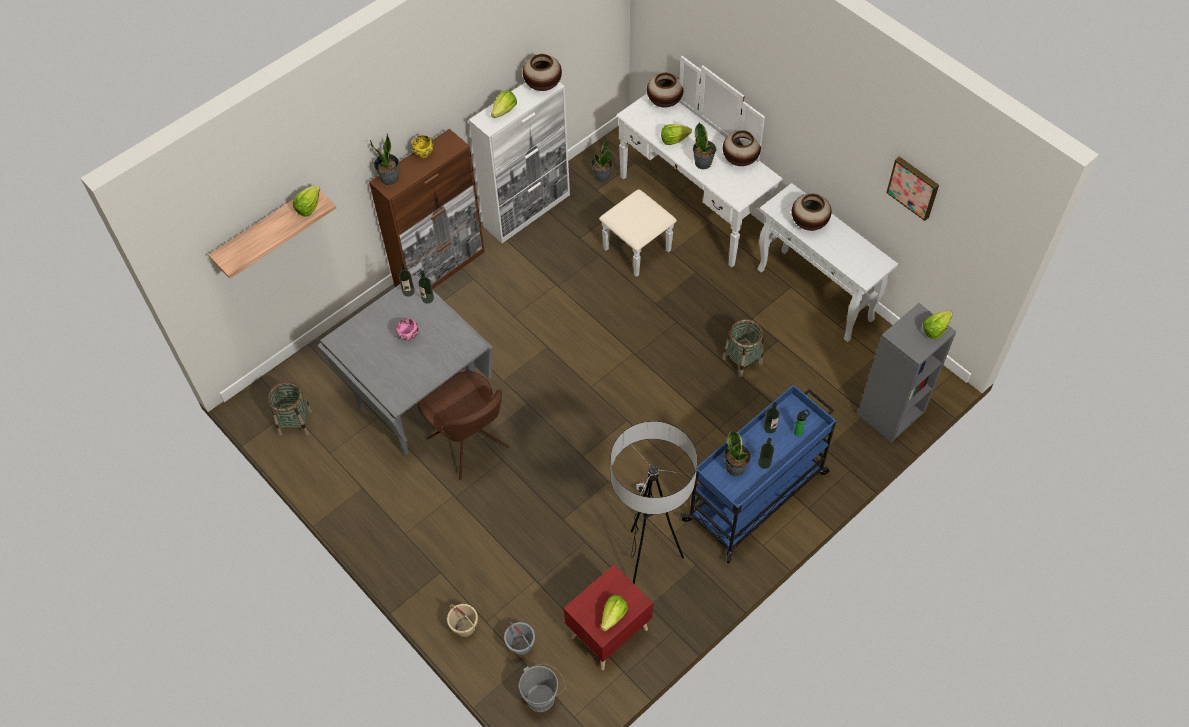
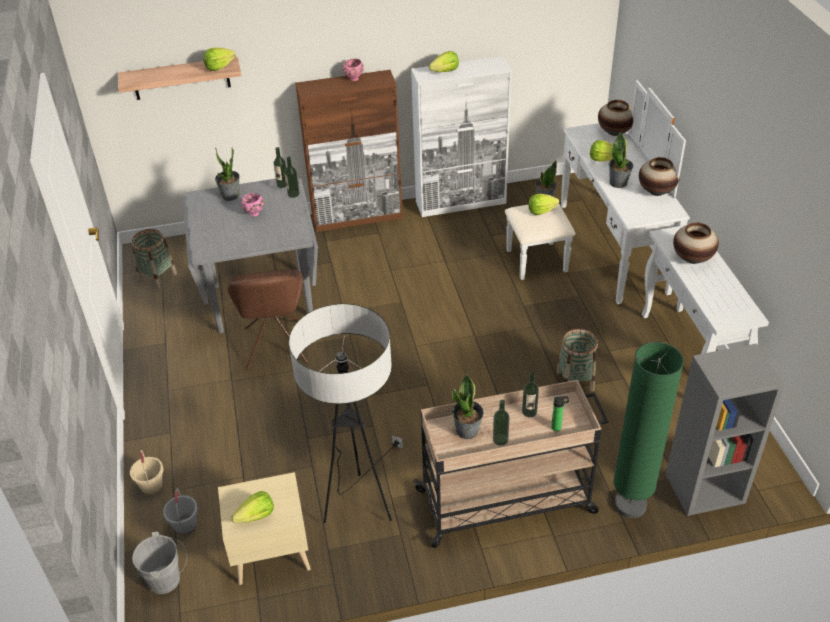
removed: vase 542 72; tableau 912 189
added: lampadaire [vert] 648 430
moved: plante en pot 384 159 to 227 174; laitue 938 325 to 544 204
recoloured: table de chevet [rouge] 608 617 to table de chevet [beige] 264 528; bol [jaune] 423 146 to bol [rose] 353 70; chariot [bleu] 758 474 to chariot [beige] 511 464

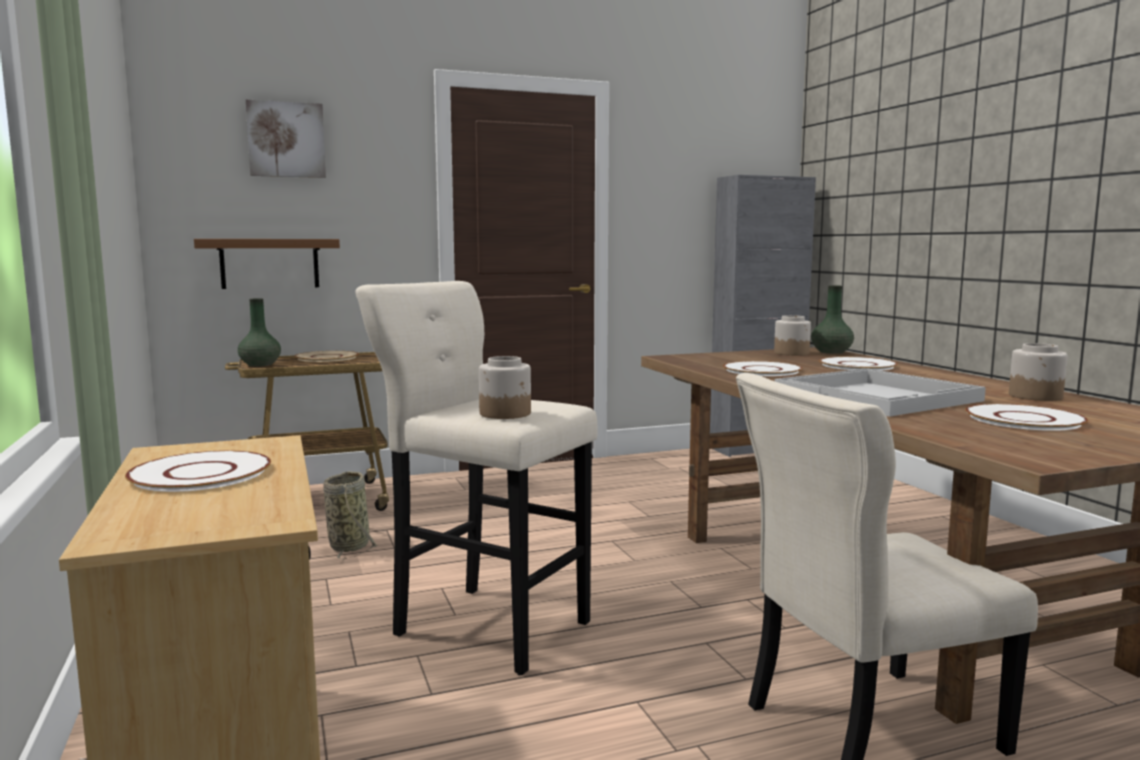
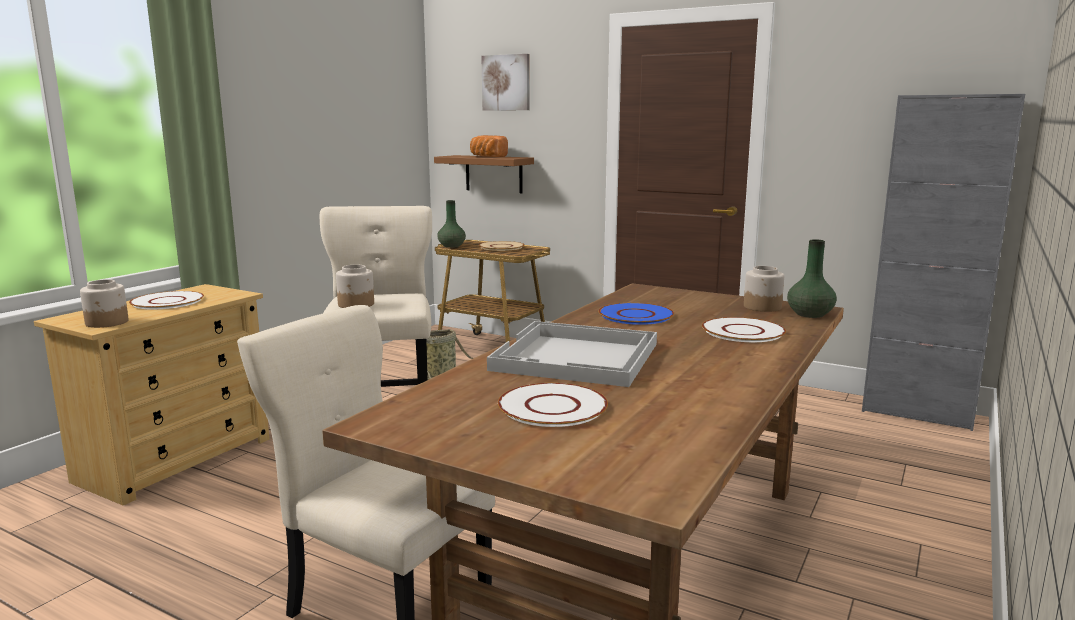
added: pain 489 146
moved: bocal 1038 372 to 104 303
recoloured: assiette [blanc] 763 368 to assiette [bleu] 636 314

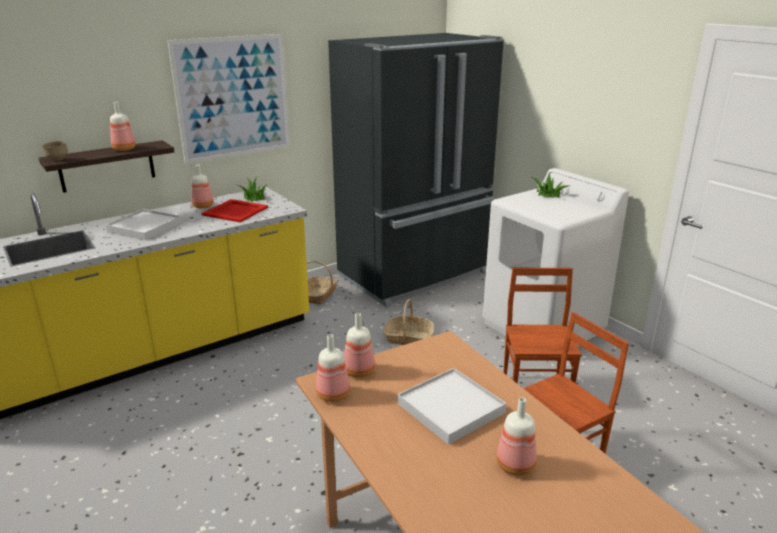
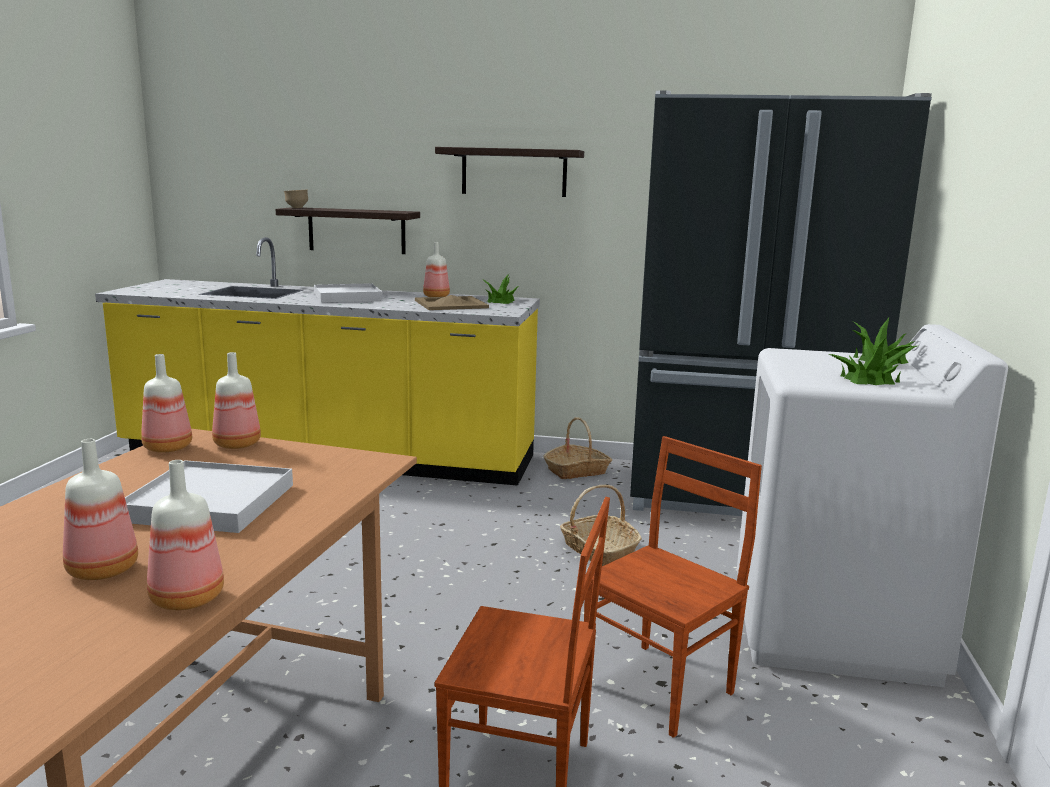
added: plante en pot 873 361
moved: bouteille 123 126 to 185 535
replaced: tableau 228 99 to étagère 509 172
recoloured: plateau [rouge] 235 210 to plateau [beige] 452 302

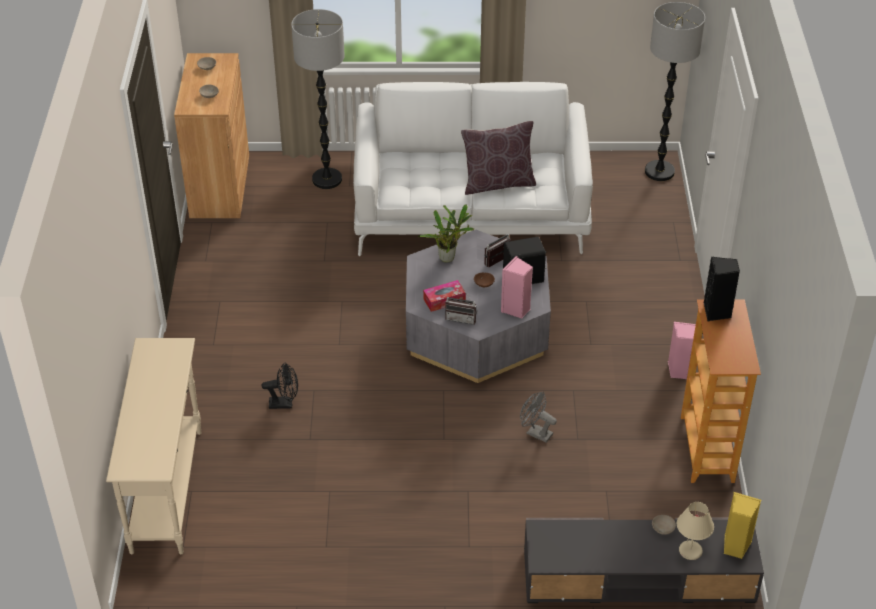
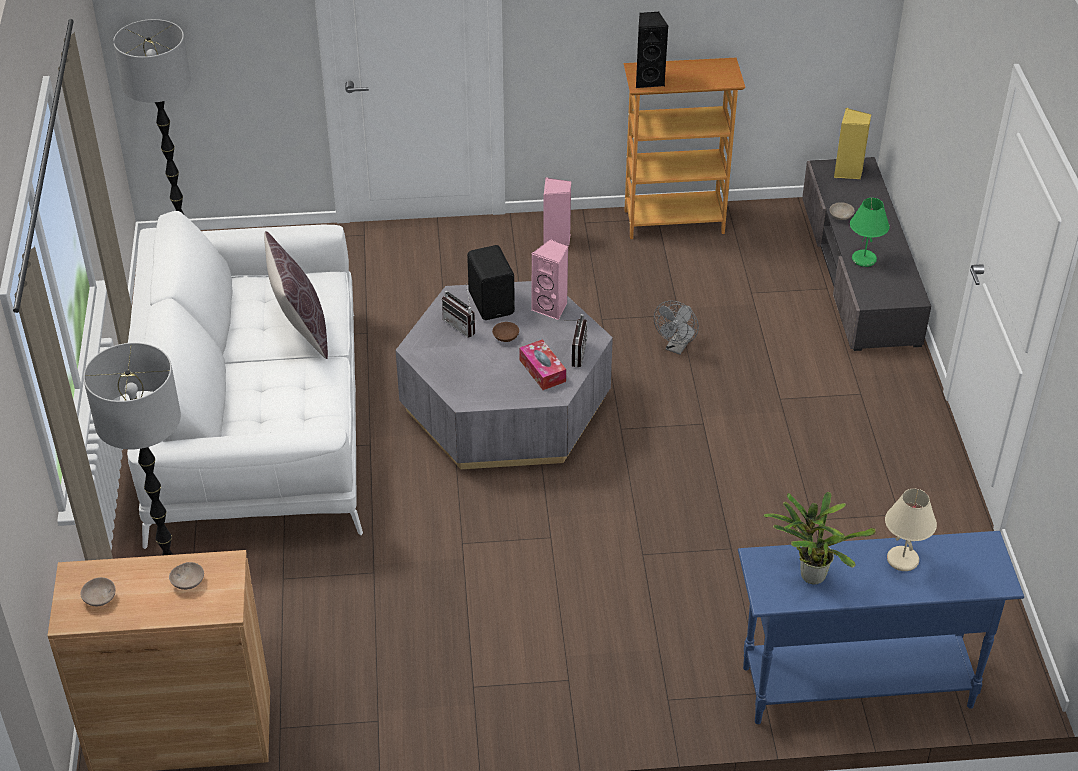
removed: ventilateur [noir] 280 386
added: lampe de table [vert] 870 232
moved: plante en pot 446 233 to 819 538; lampe de table [beige] 695 531 to 911 530
recoloured: table console [beige] 154 446 to table console [bleu] 881 627

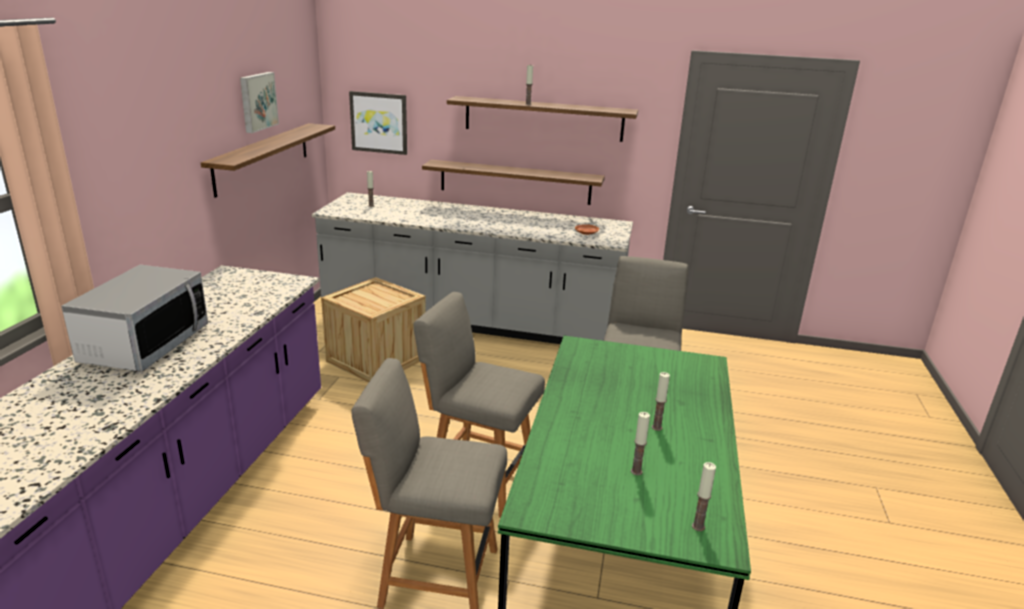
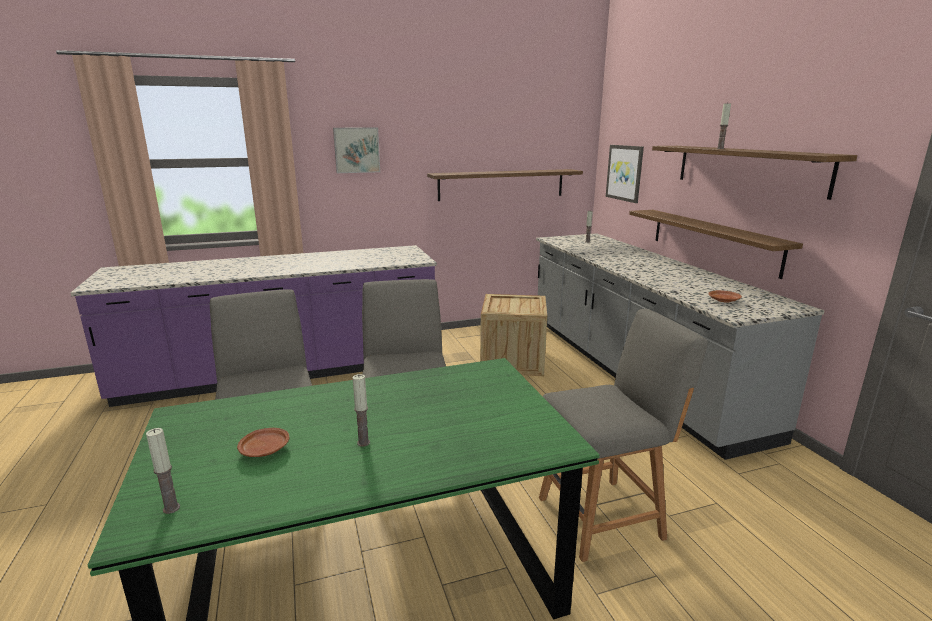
removed: micro-ondes 134 318
moved: tableau 259 102 to 356 150
replaced: bougie 640 443 to assiette [marron] 263 442

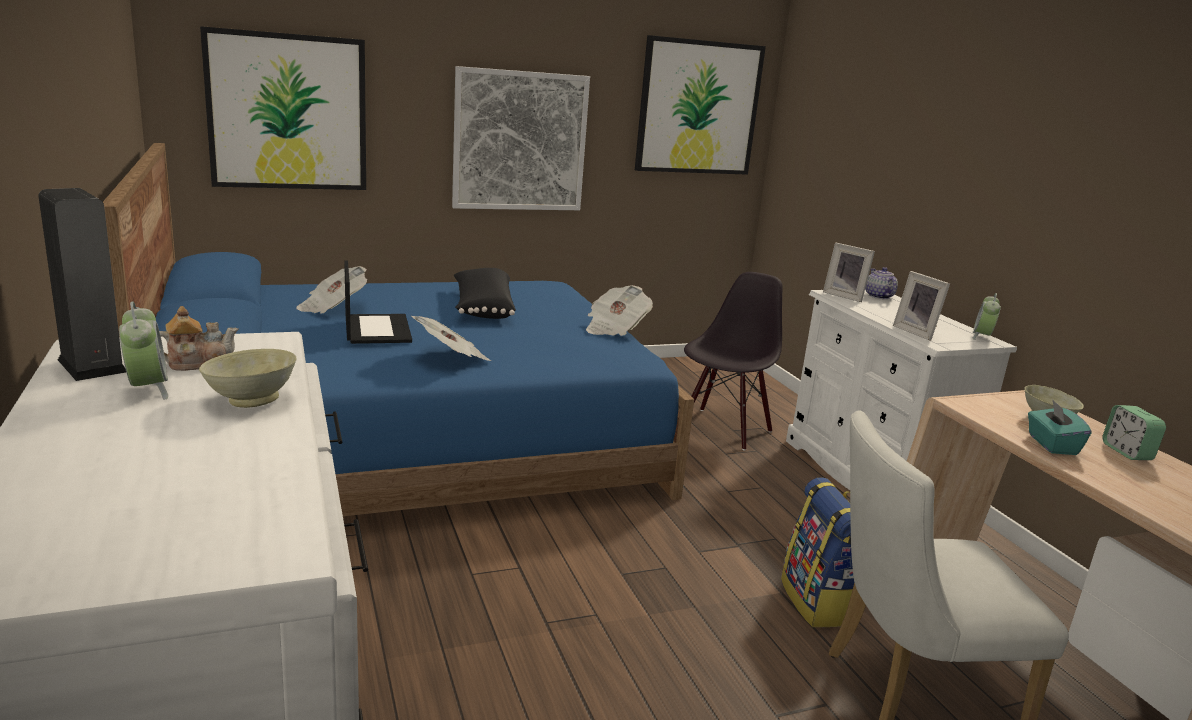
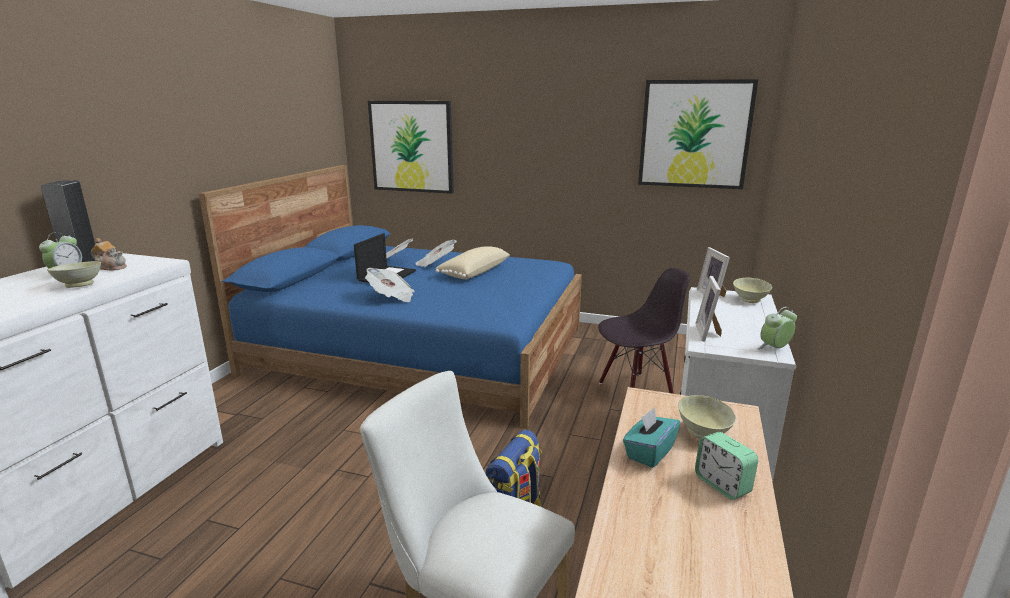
removed: tableau 521 138
moved: journal 619 310 to 436 253
replaced: théière 881 283 to bol [beige] 752 290
recoloured: coussin [noir] 485 293 to coussin [beige] 472 262
turned: réveil 1134 432 = 726 466 60 degrees counterclockwise

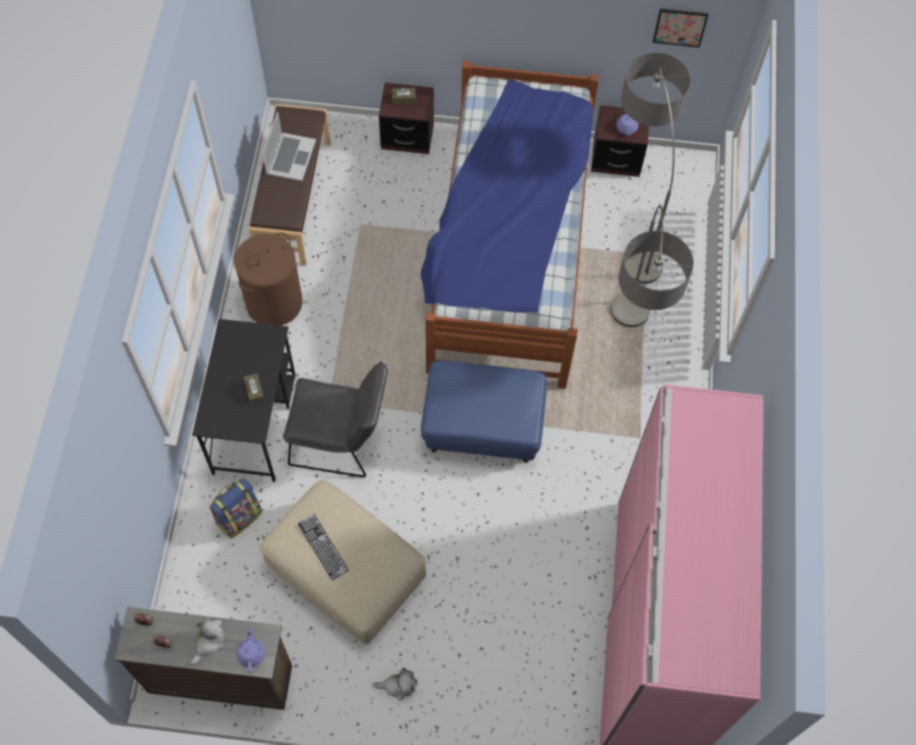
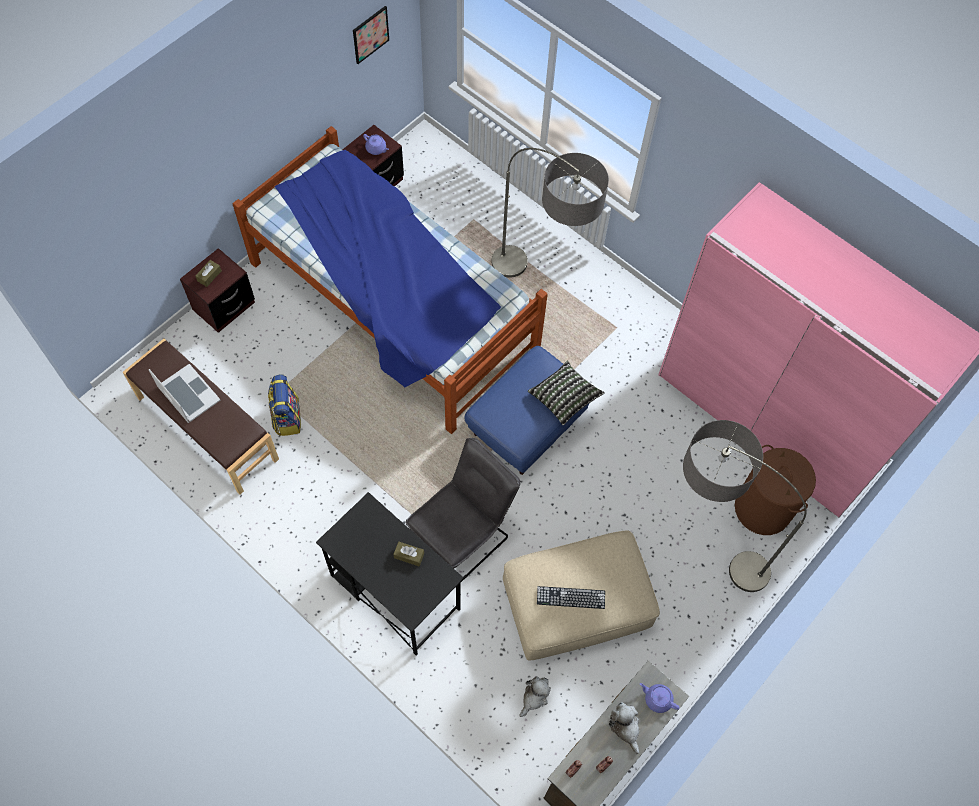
added: coussin 566 392
moved: sac à dos 235 508 to 284 405; peluche 395 684 to 535 696; lampadaire 656 168 to 745 506; panier à linge [marron] 268 279 to 775 490

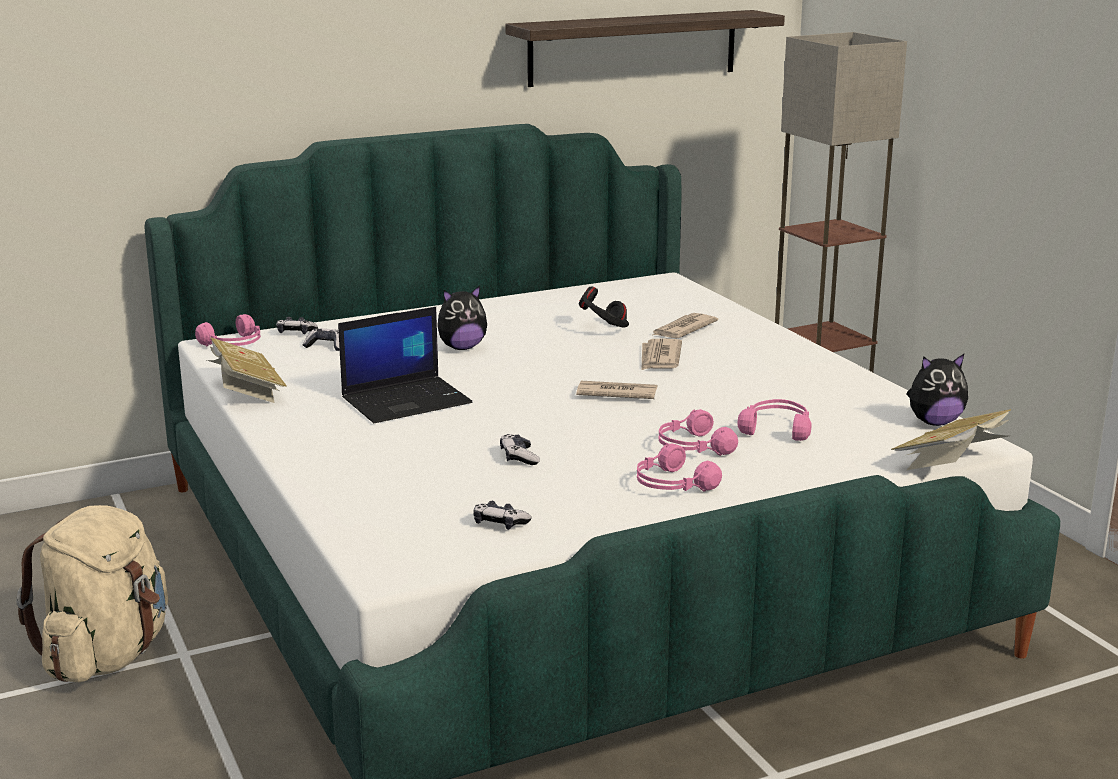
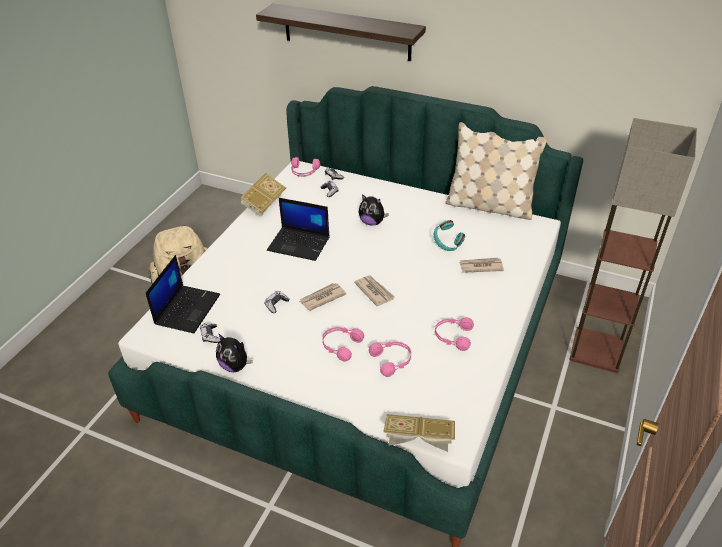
added: ordinateur portable 183 294; coussin [beige] 496 171
moved: peluche 937 390 to 234 353; étagère 645 48 to 341 32; journal 662 354 to 322 297; casque audio [rose] 679 467 to 454 334
recoloured: casque audio [noir] 604 307 to casque audio [turquoise] 449 235

